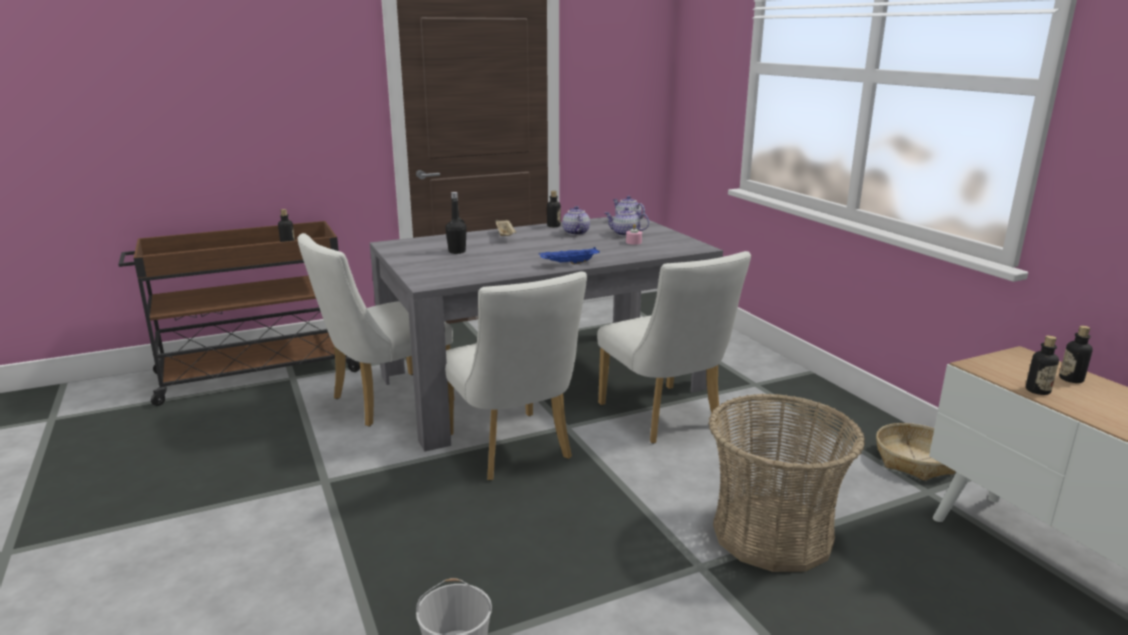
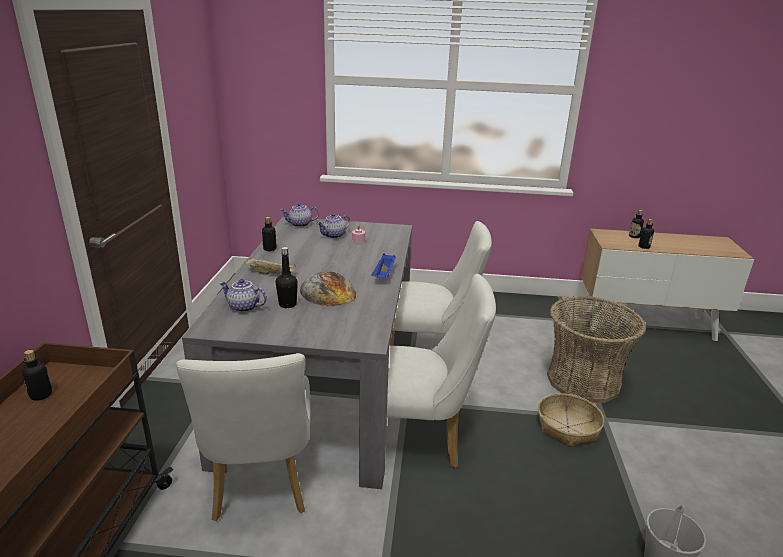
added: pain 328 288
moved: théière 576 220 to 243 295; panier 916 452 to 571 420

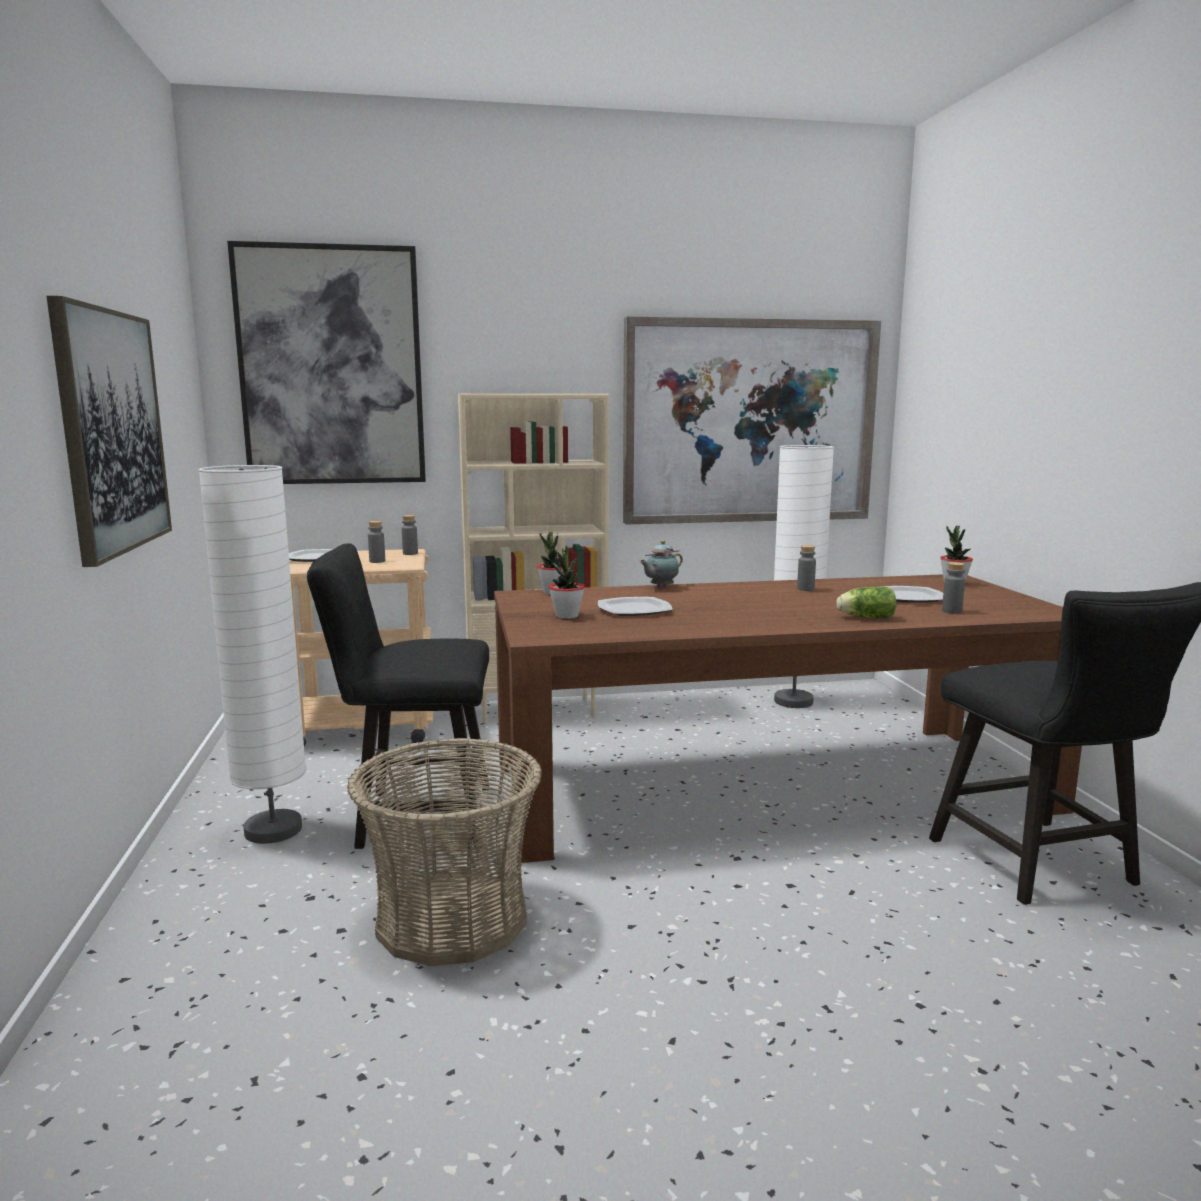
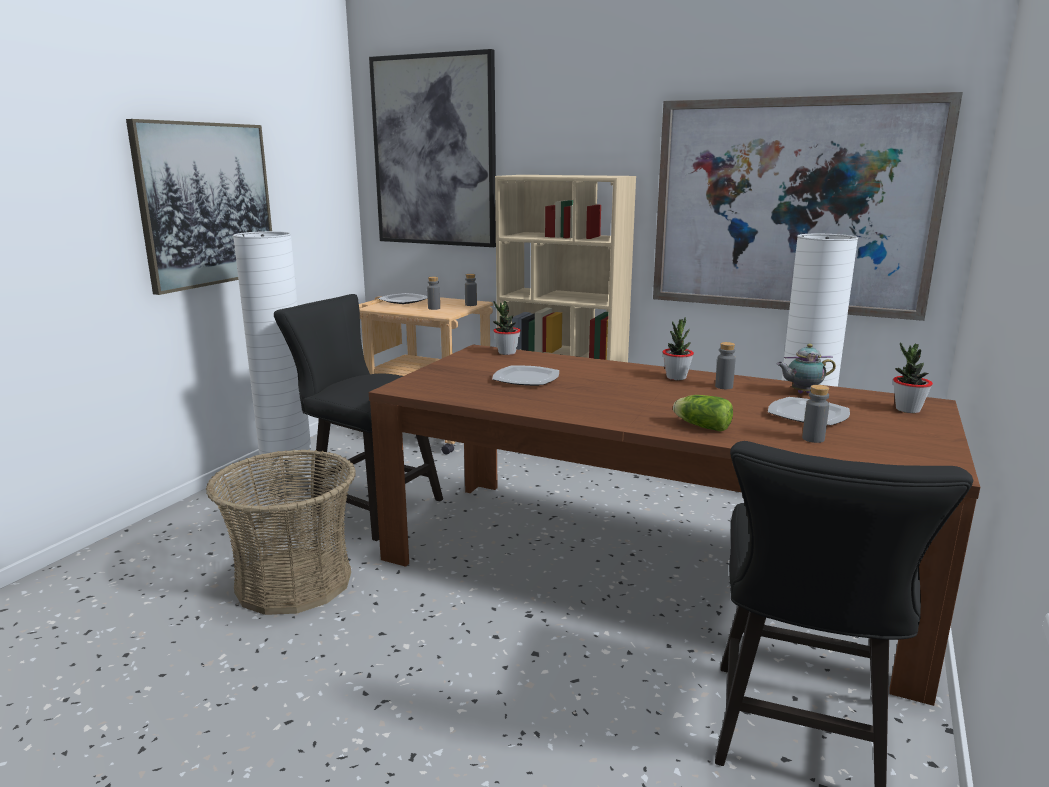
moved: plante en pot 567 582 to 678 348; théière 661 564 to 806 368

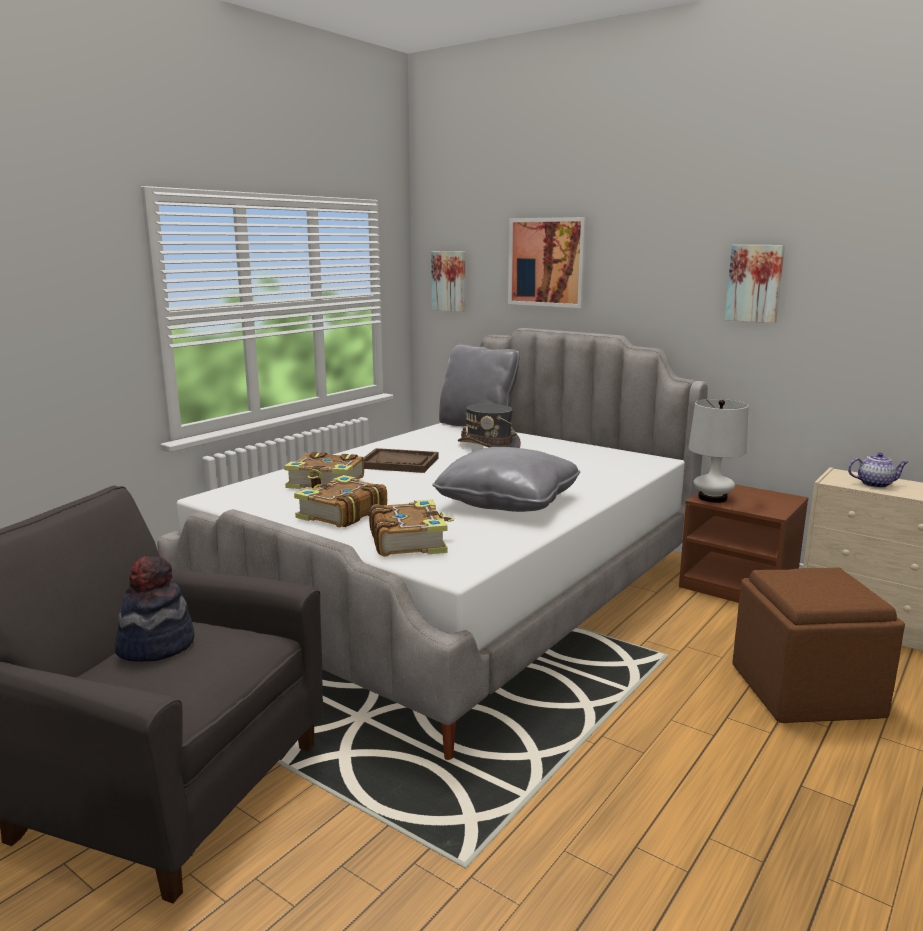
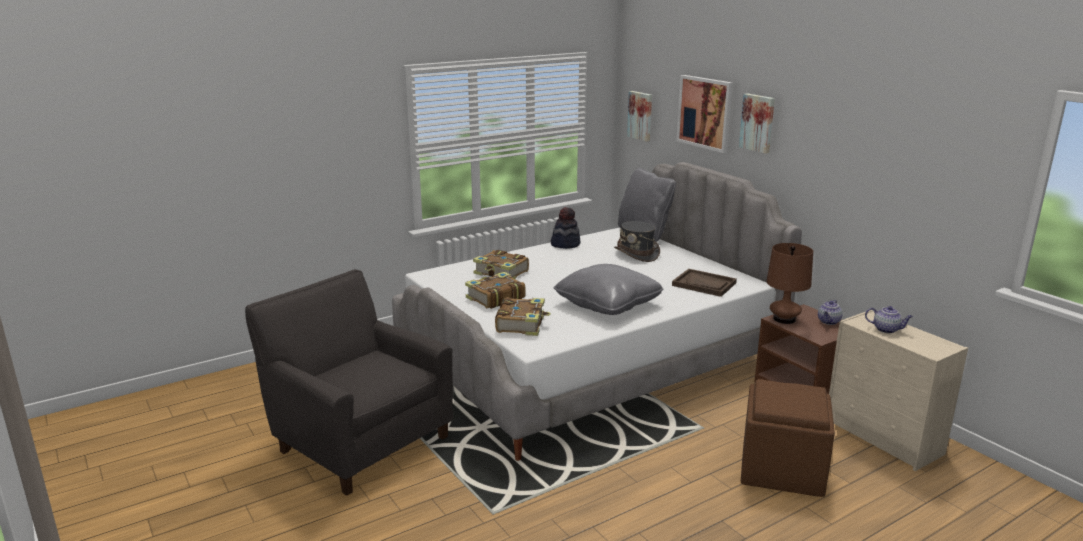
added: théière 830 312
moved: chapeau 155 609 to 566 228; plateau [marron] 400 460 to 704 283; tableau 755 284 to 757 123
recoloured: lampe de table [blanc] 718 451 to lampe de table [marron] 789 283

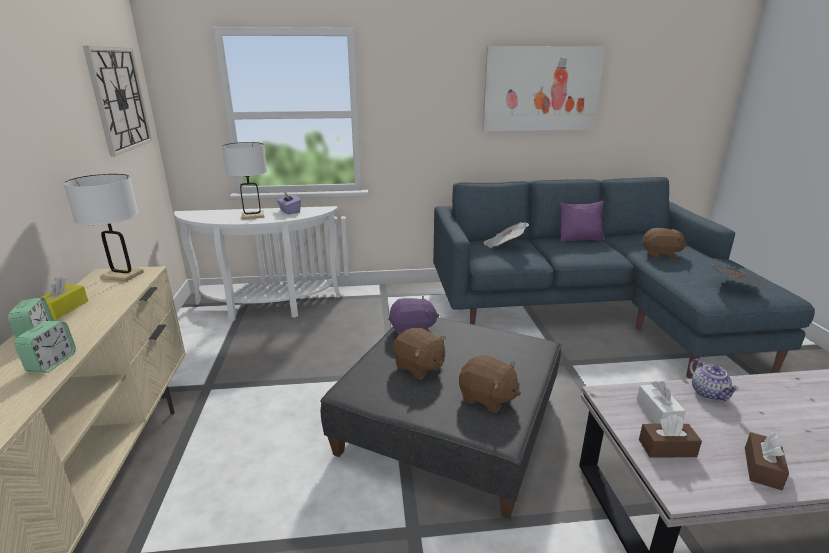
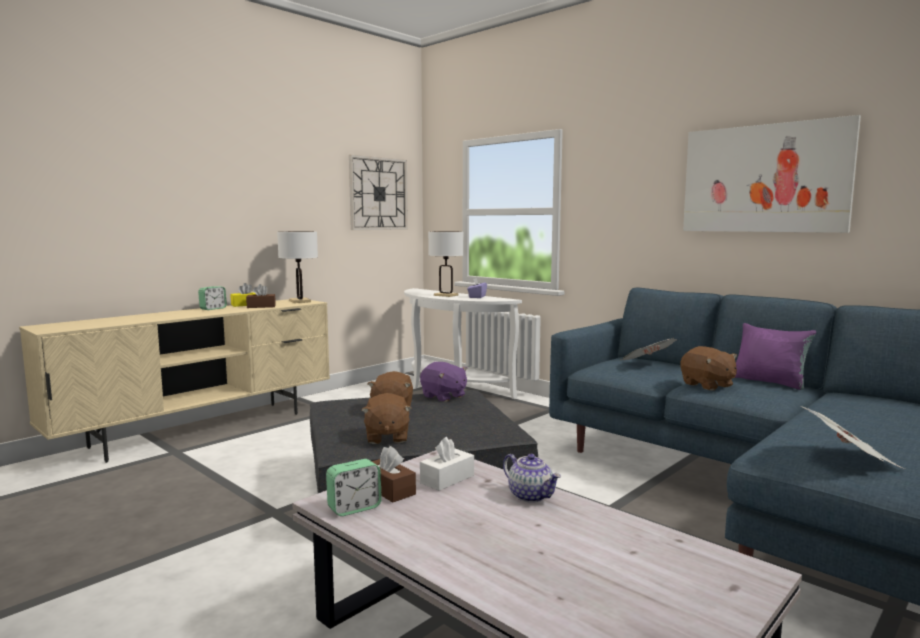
moved: boîte à mouchoirs [marron] 767 461 to 261 296; réveil 45 347 to 354 487; peluche [marron] 664 243 to 709 368
turned: théière 714 380 = 532 478 75 degrees counterclockwise

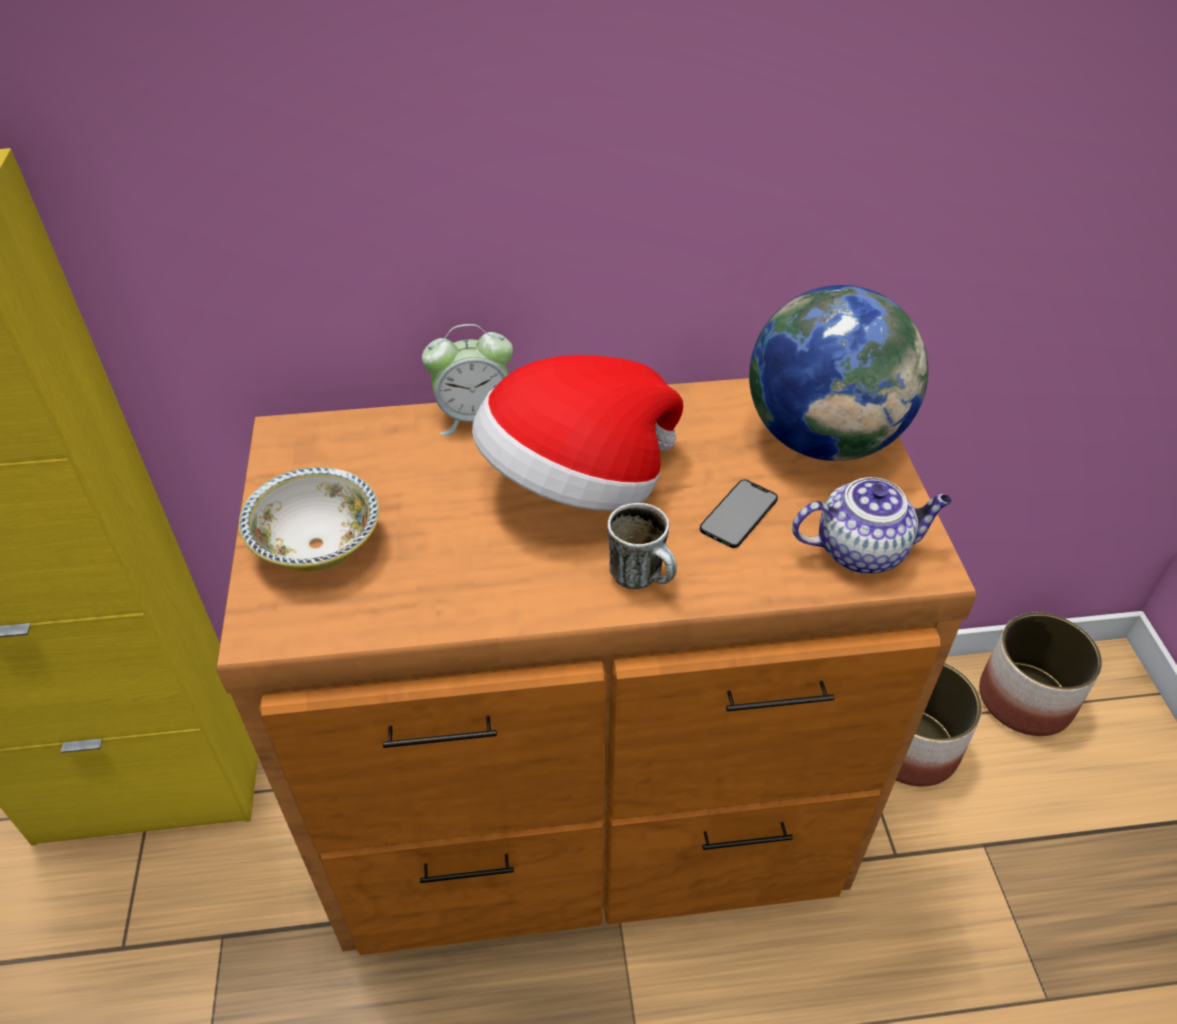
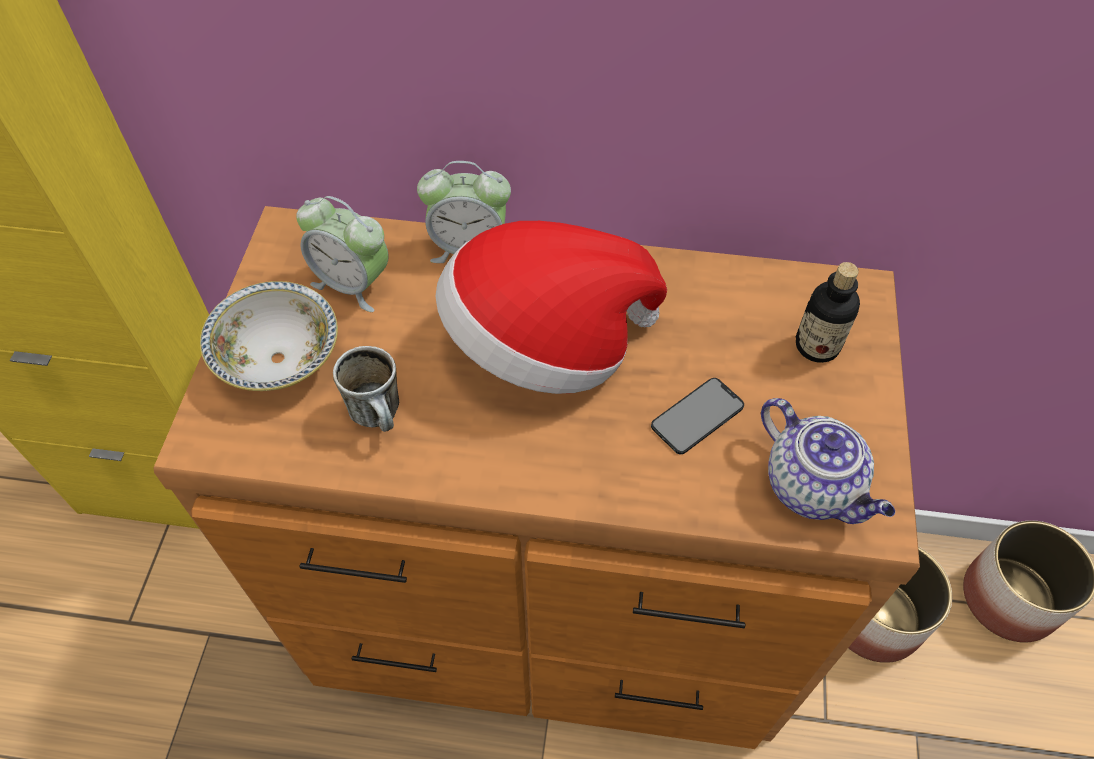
added: réveil 342 254
moved: mug 642 546 to 366 389
replaced: globe 838 373 to bouteille 828 312
turned: théière 872 525 = 828 461 45 degrees clockwise

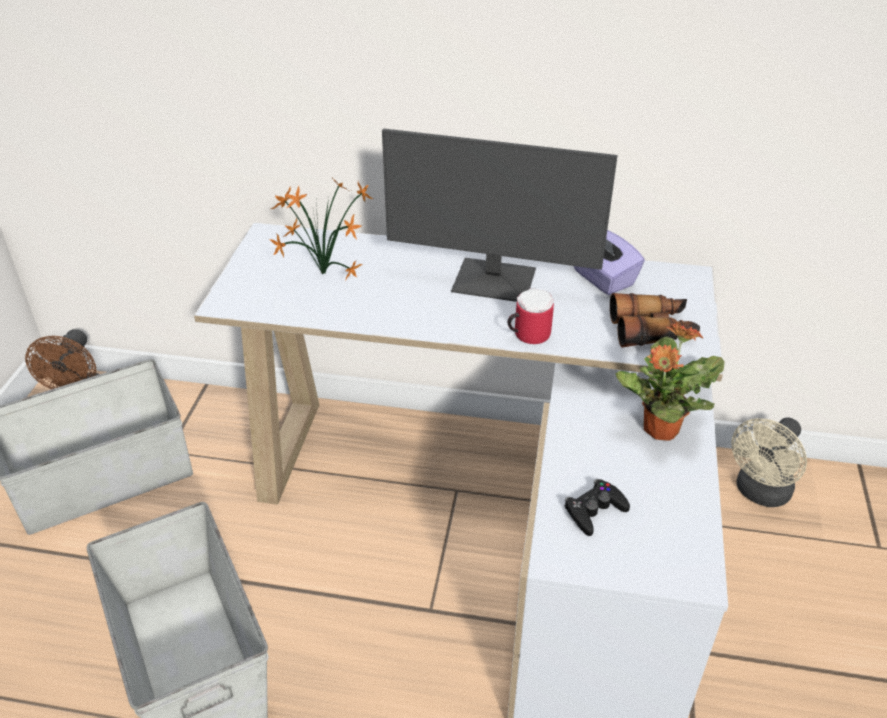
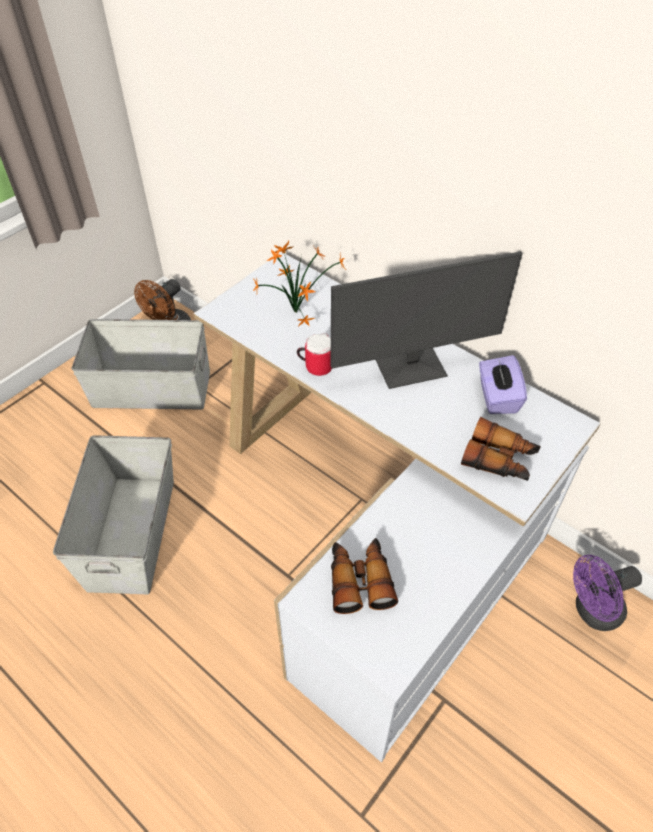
removed: plante en pot 670 381
moved: mug 531 316 to 314 354
replaced: manette [noir] 597 507 to jumelles 364 576
recoloured: ventilateur [beige] 769 462 to ventilateur [violet] 607 593
turned: écran d'ordinateur 500 215 = 426 320 60 degrees counterclockwise

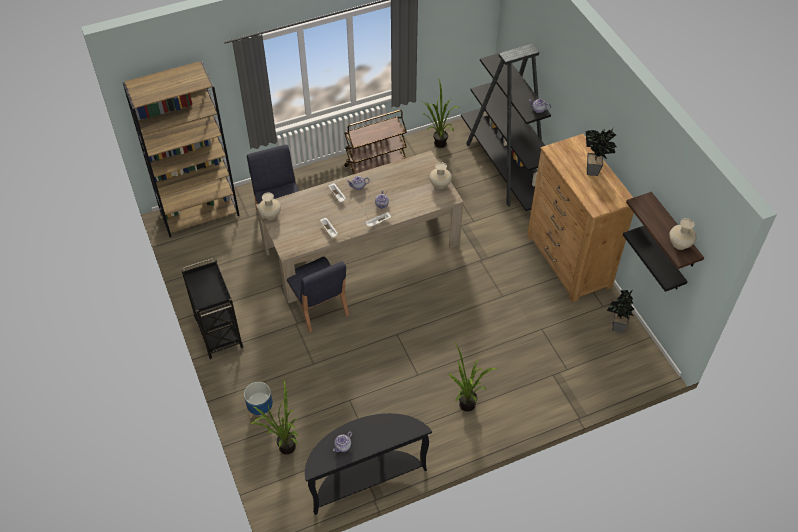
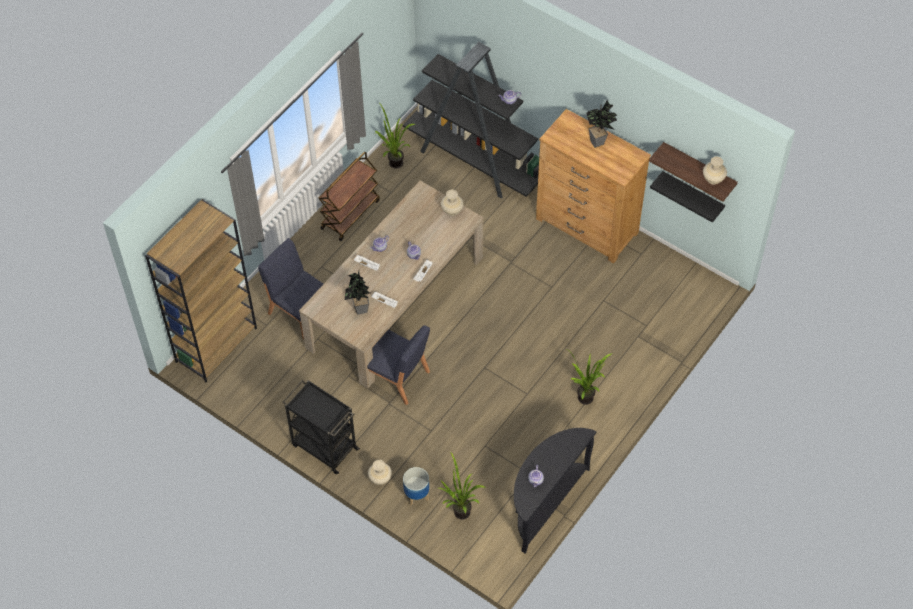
moved: plante en pot 621 311 to 357 292; vase [beige] 269 206 to 380 472

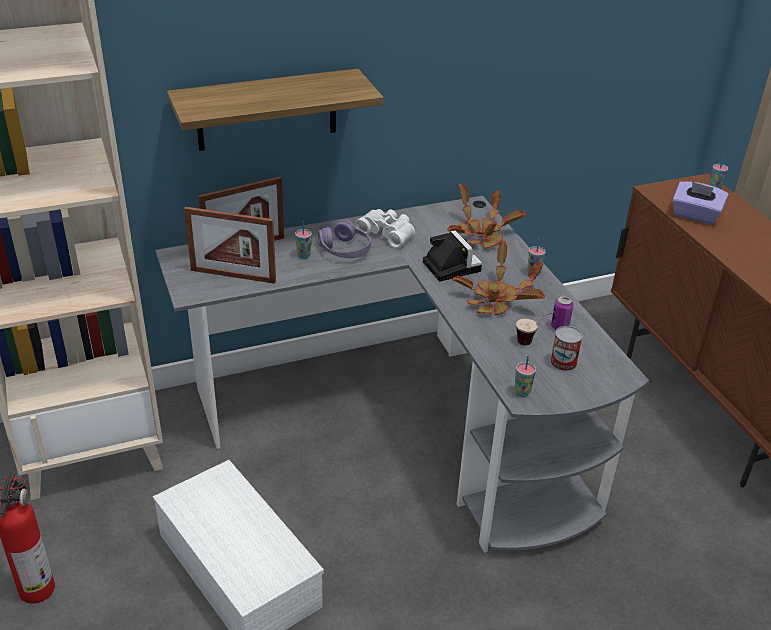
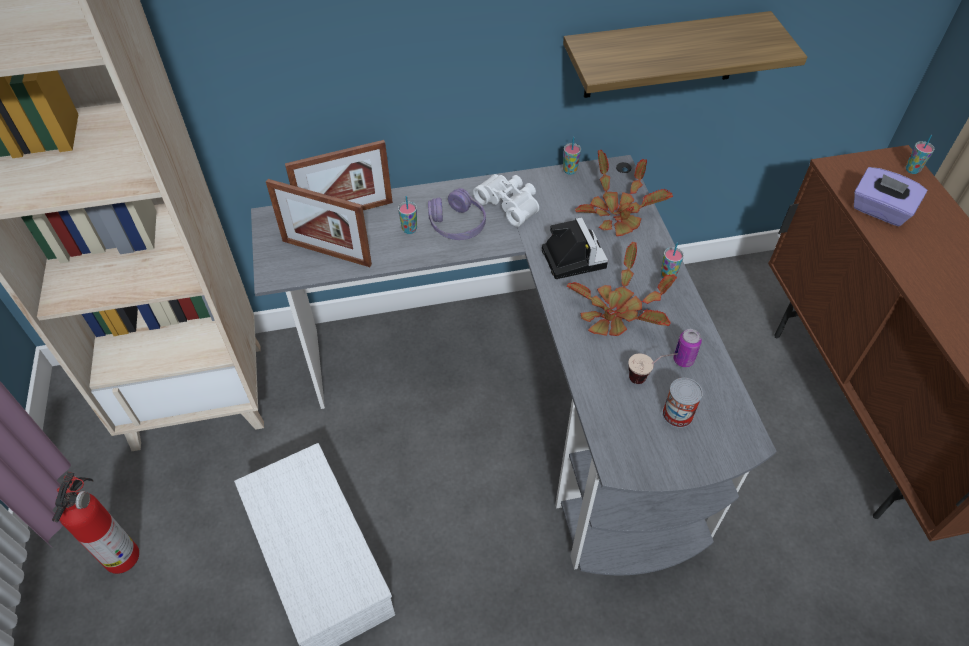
moved: étagère 275 110 to 685 54; tasse 525 376 to 572 156

